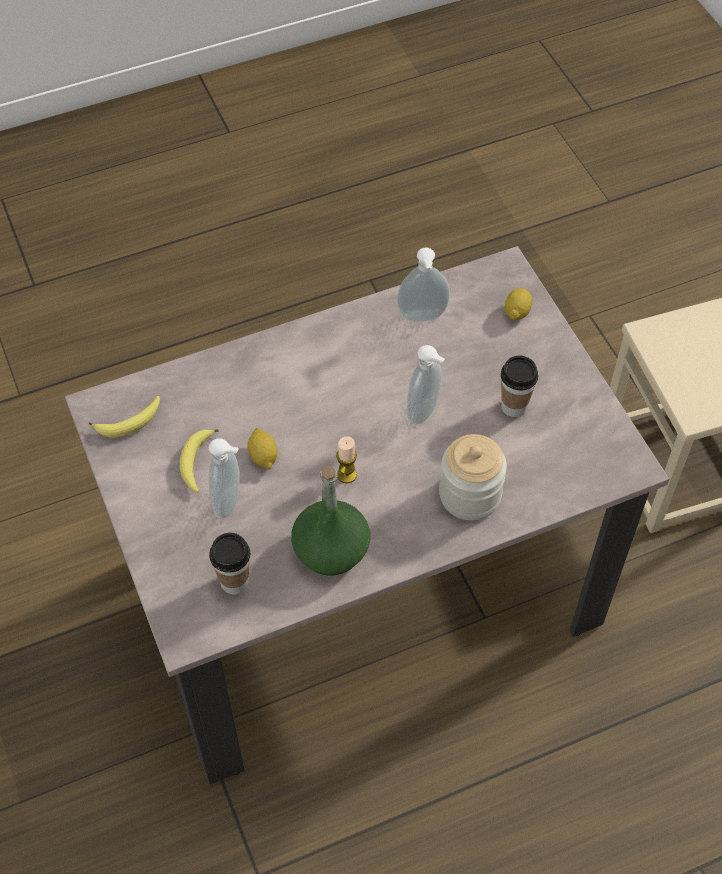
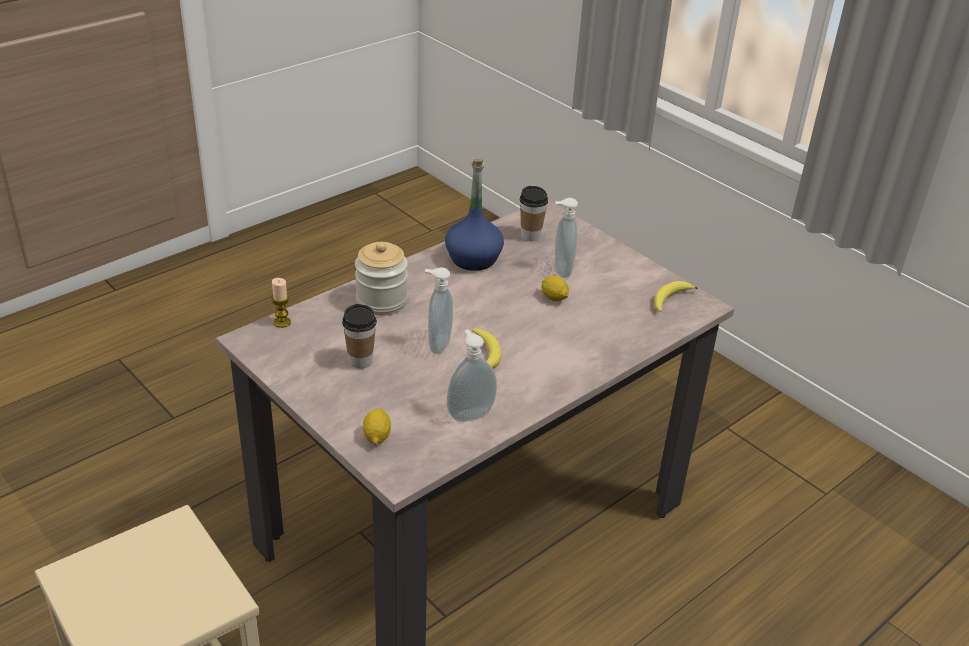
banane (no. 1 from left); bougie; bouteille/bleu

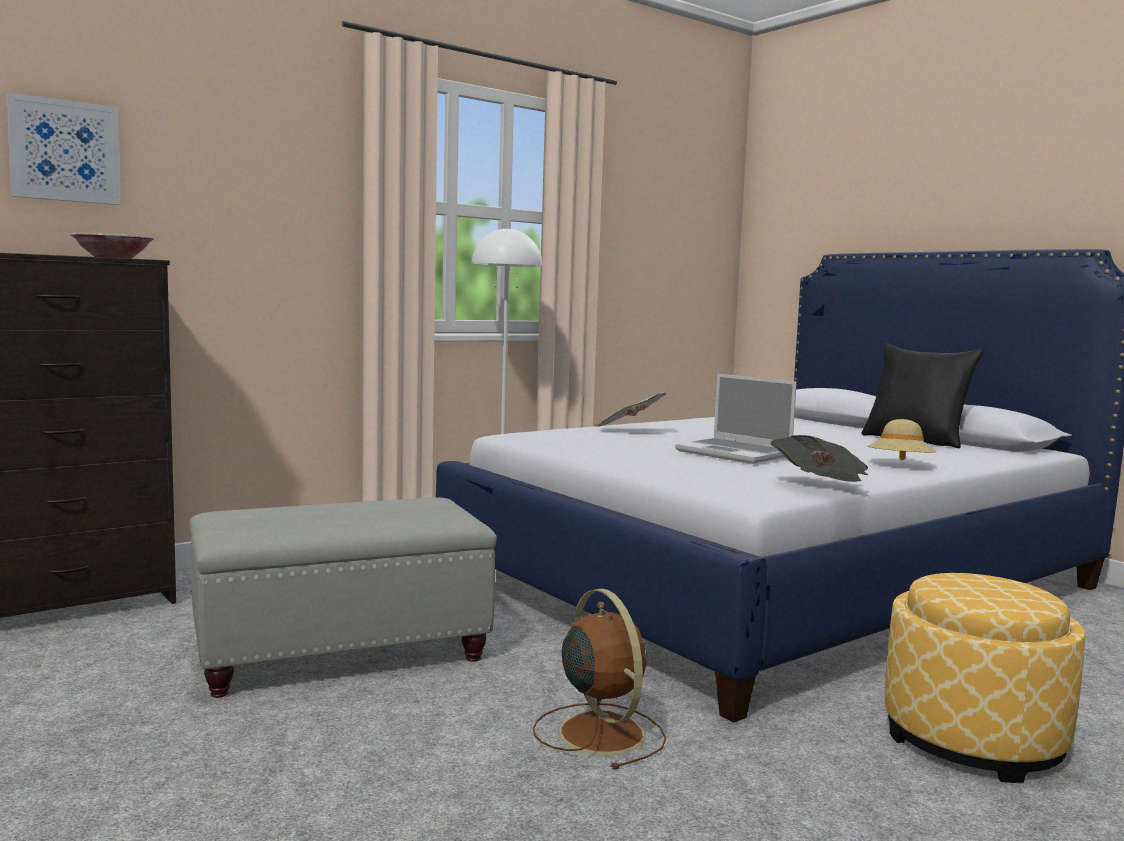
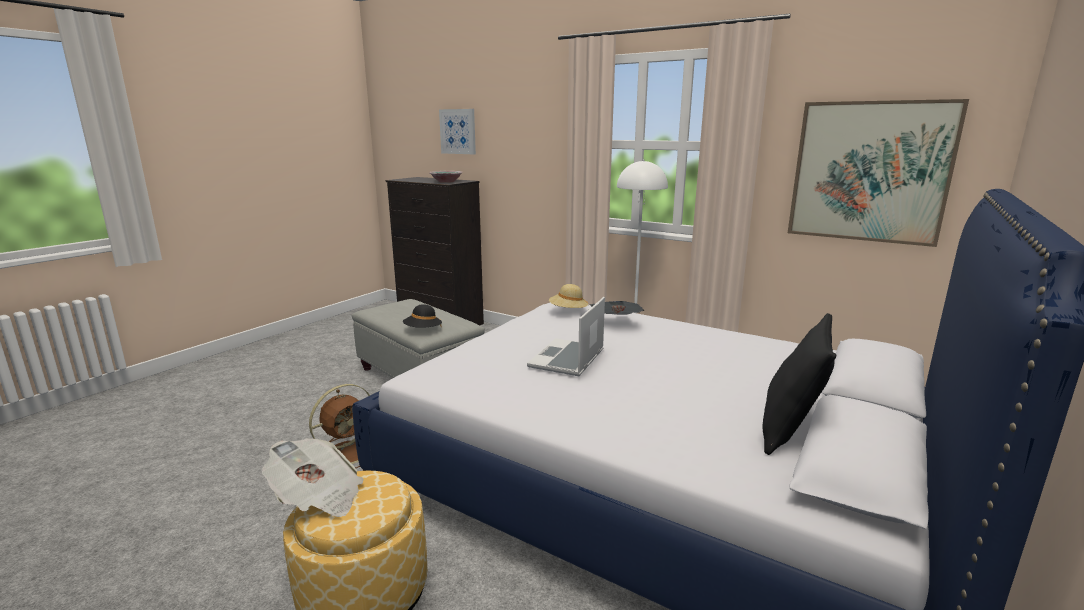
chapeau/beige; journal (no. 1 from left); tableau (no. 2 from left); chapeau/noir

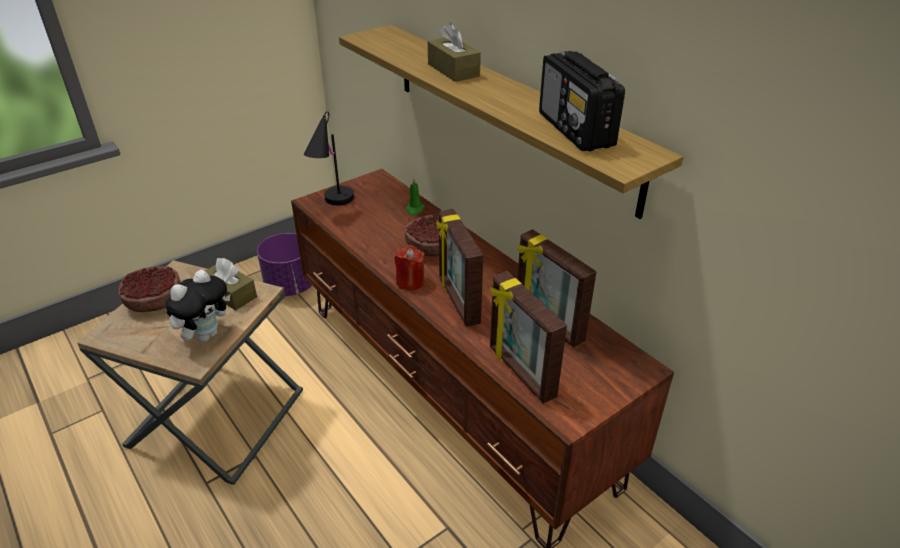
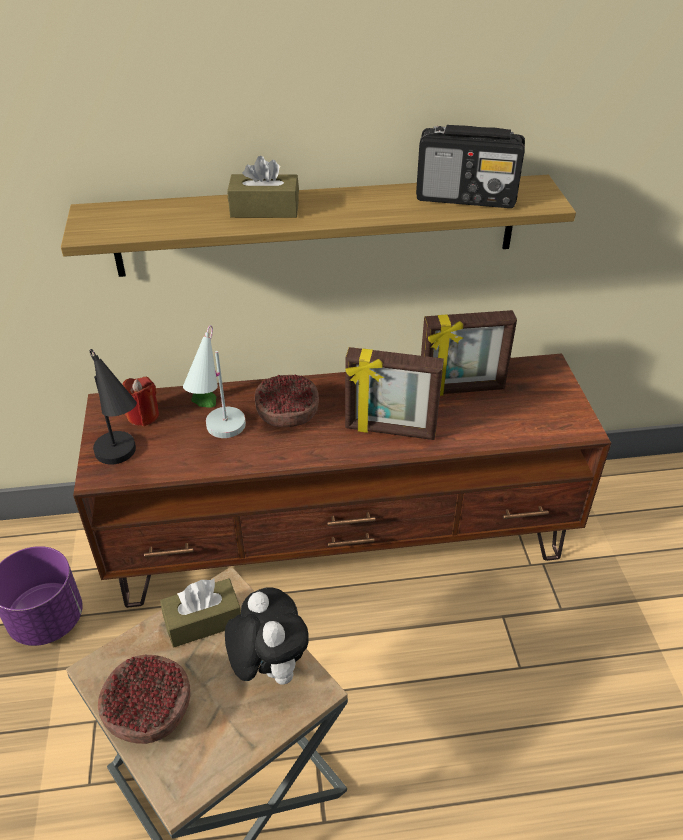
bougie/rouge; cadre photo (no. 2 from left in the first image); lampe de table/blanc

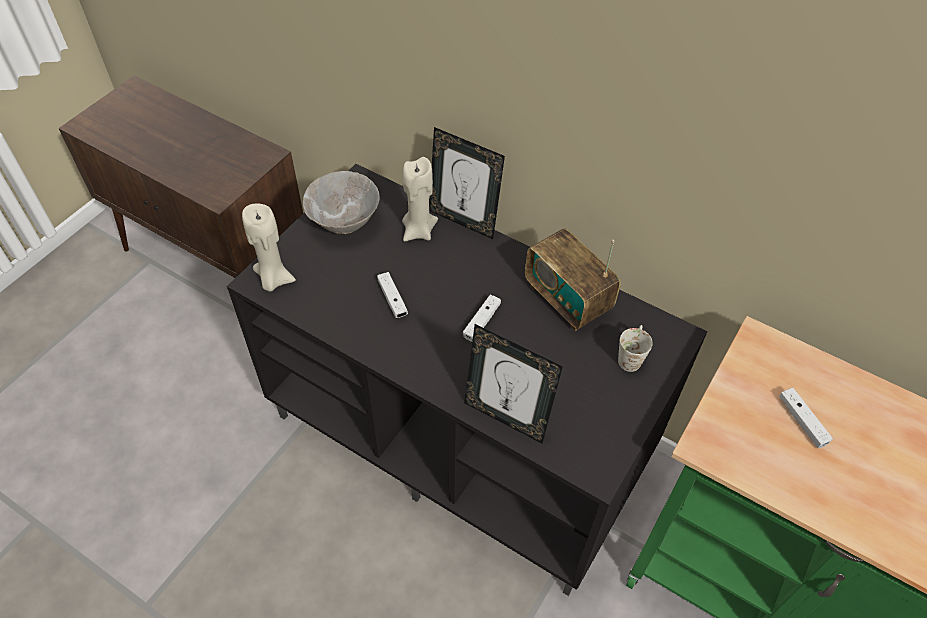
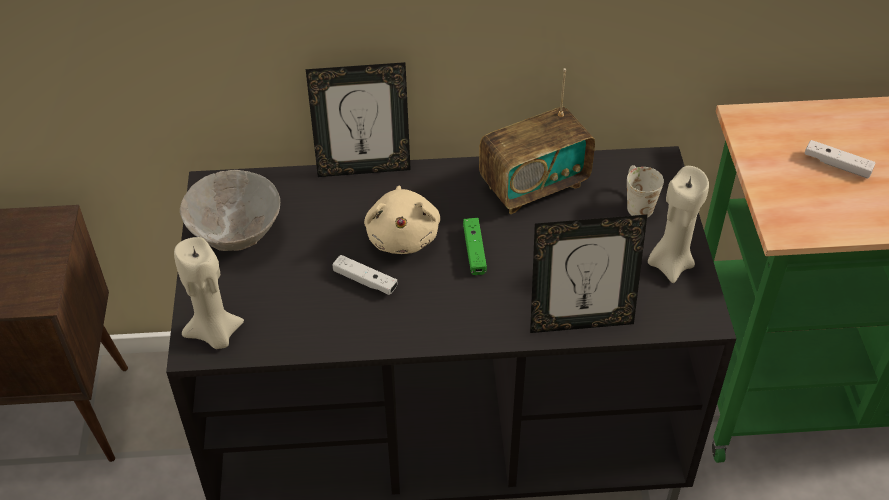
bougie/beige (no. 2 from left); radio; manette/vert; peluche/beige

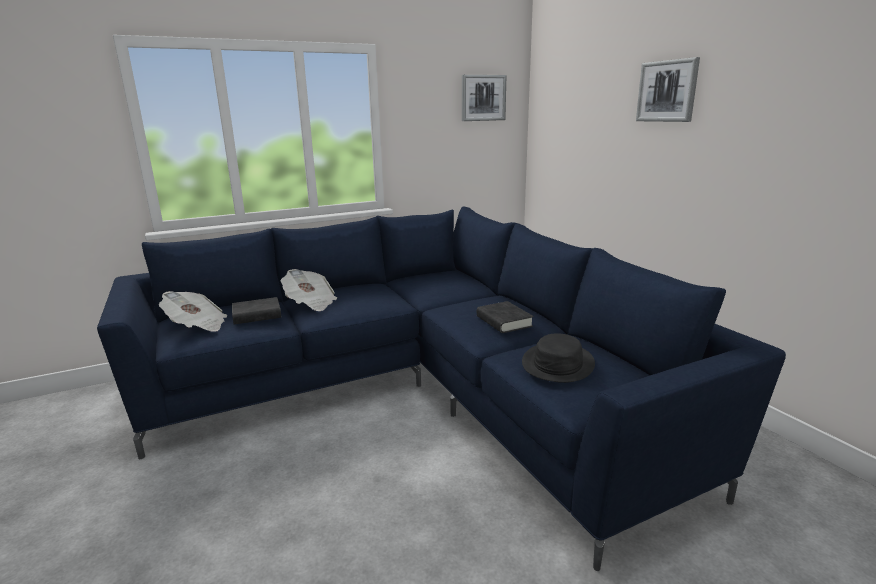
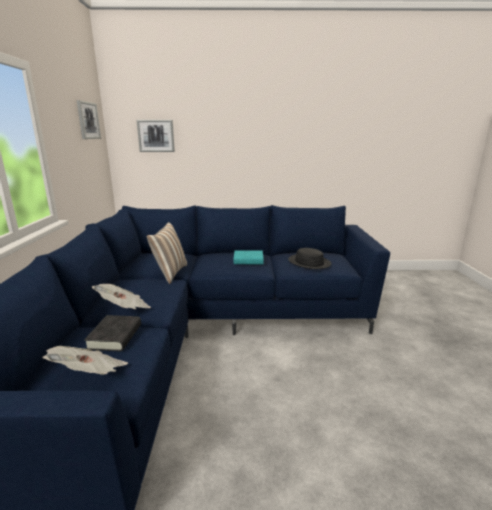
tableau (no. 2 from left); livre/turquoise; coussin

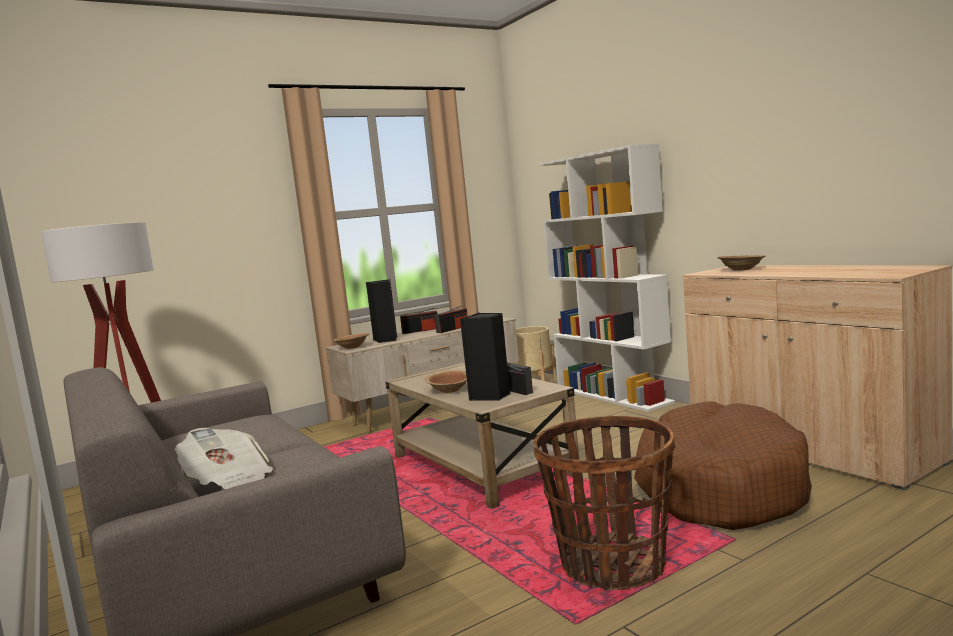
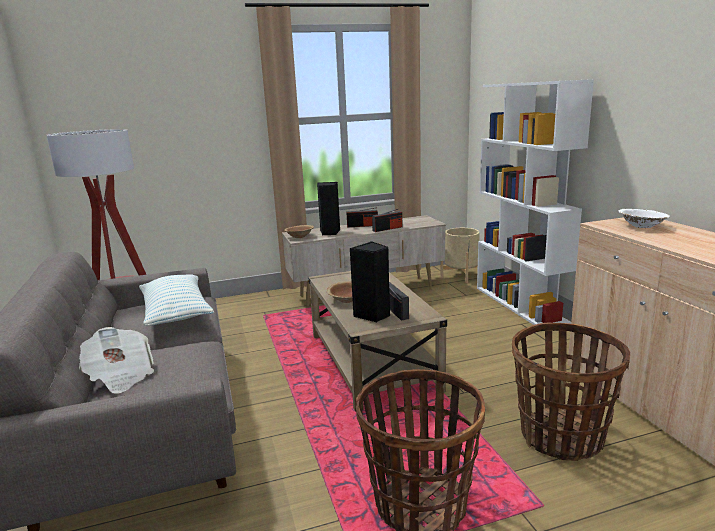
bol/blanc; panier (no. 2 from left); coussin

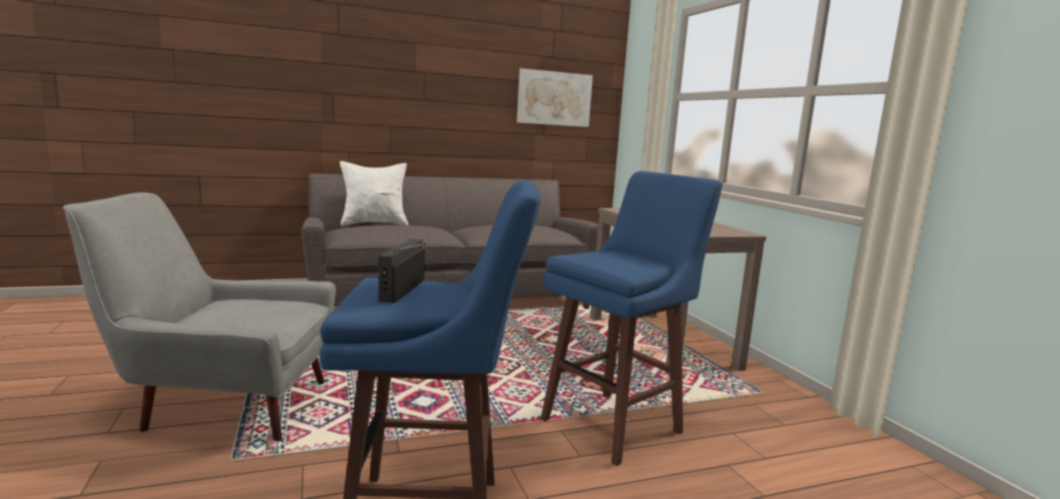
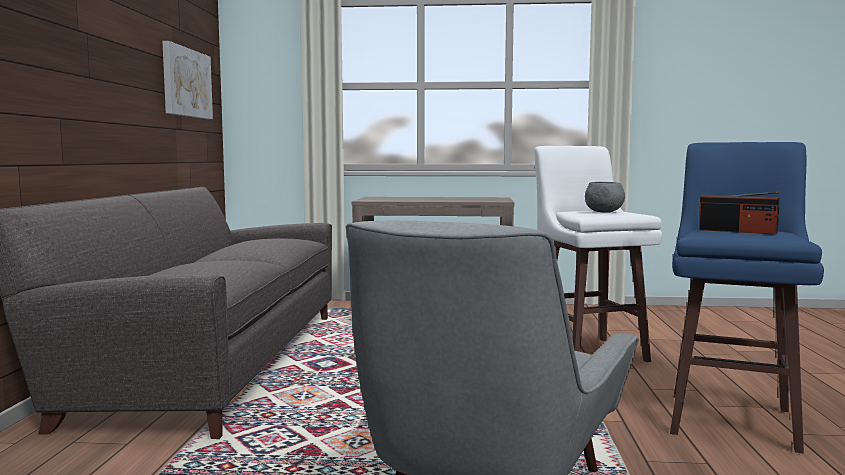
coussin/blanc; tabouret/blanc; bol/gris

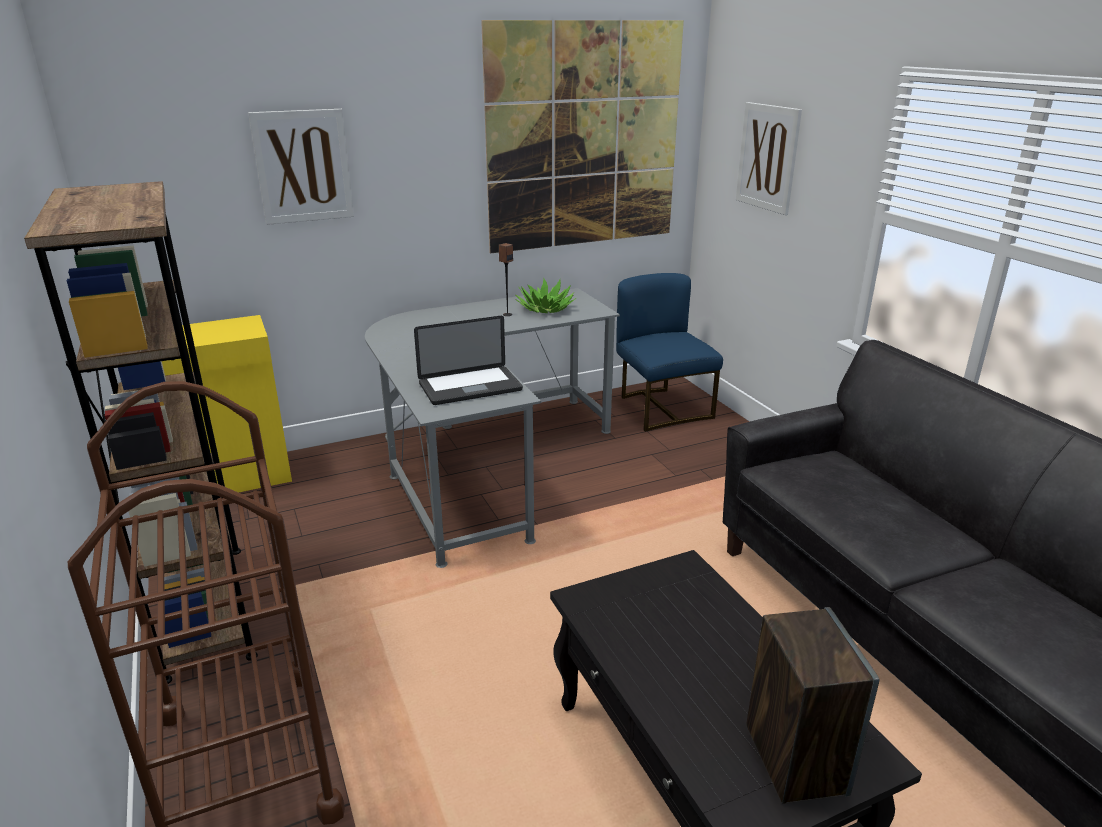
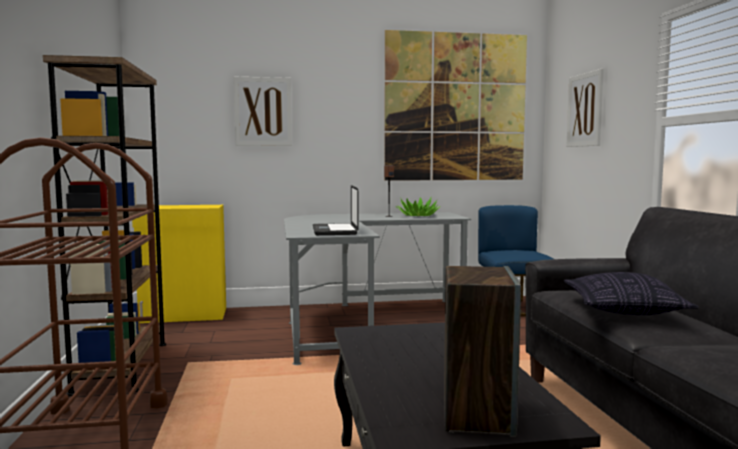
ordinateur portable; coussin

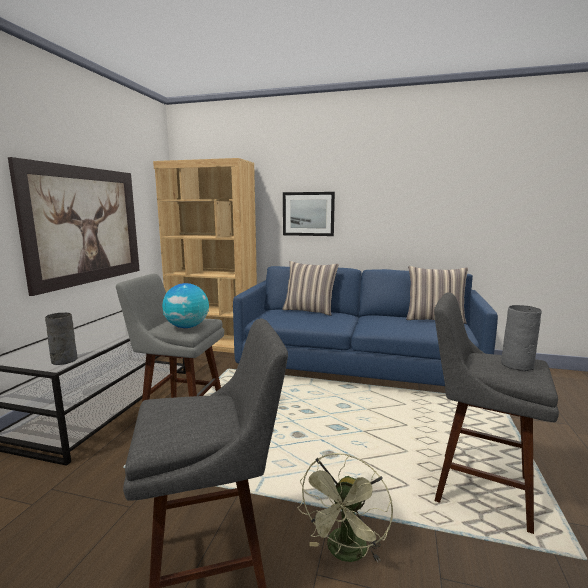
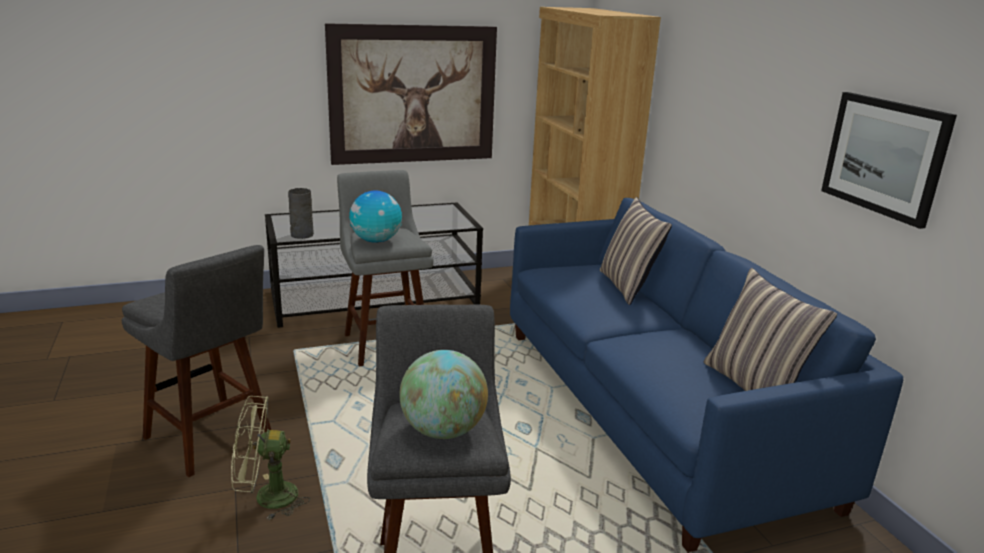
tableau (no. 2 from left); globe (no. 2 from left)

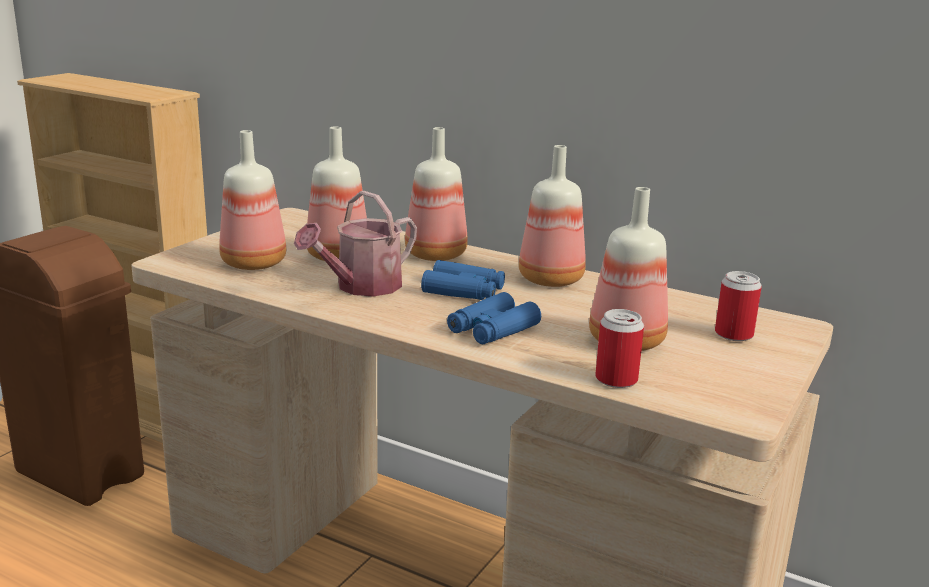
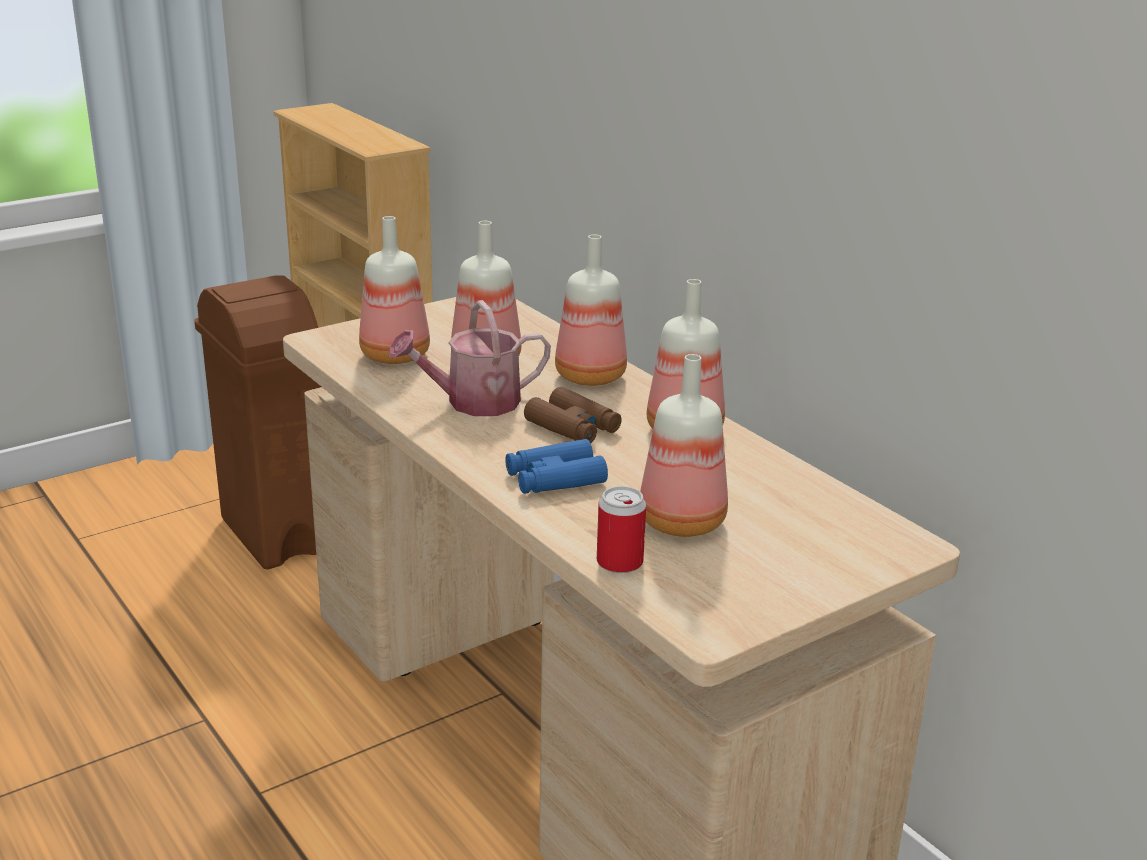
jumelles/marron; boîte métallique (no. 2 from left in the first image)

